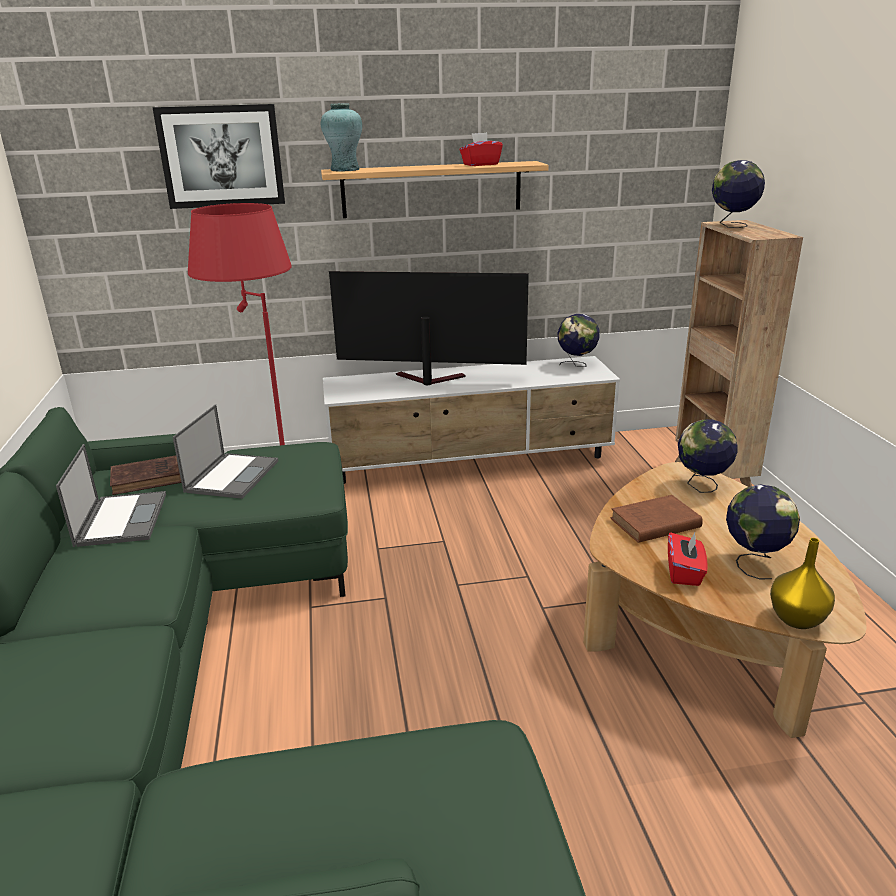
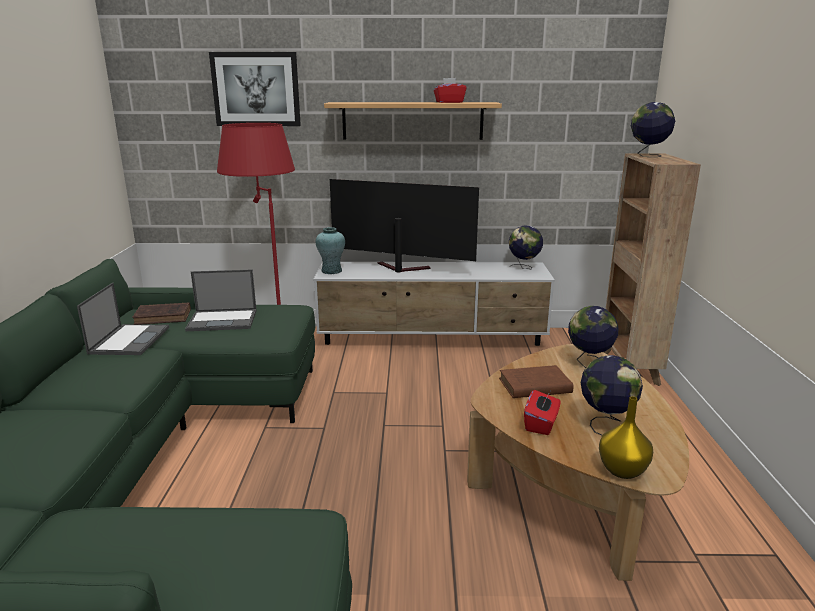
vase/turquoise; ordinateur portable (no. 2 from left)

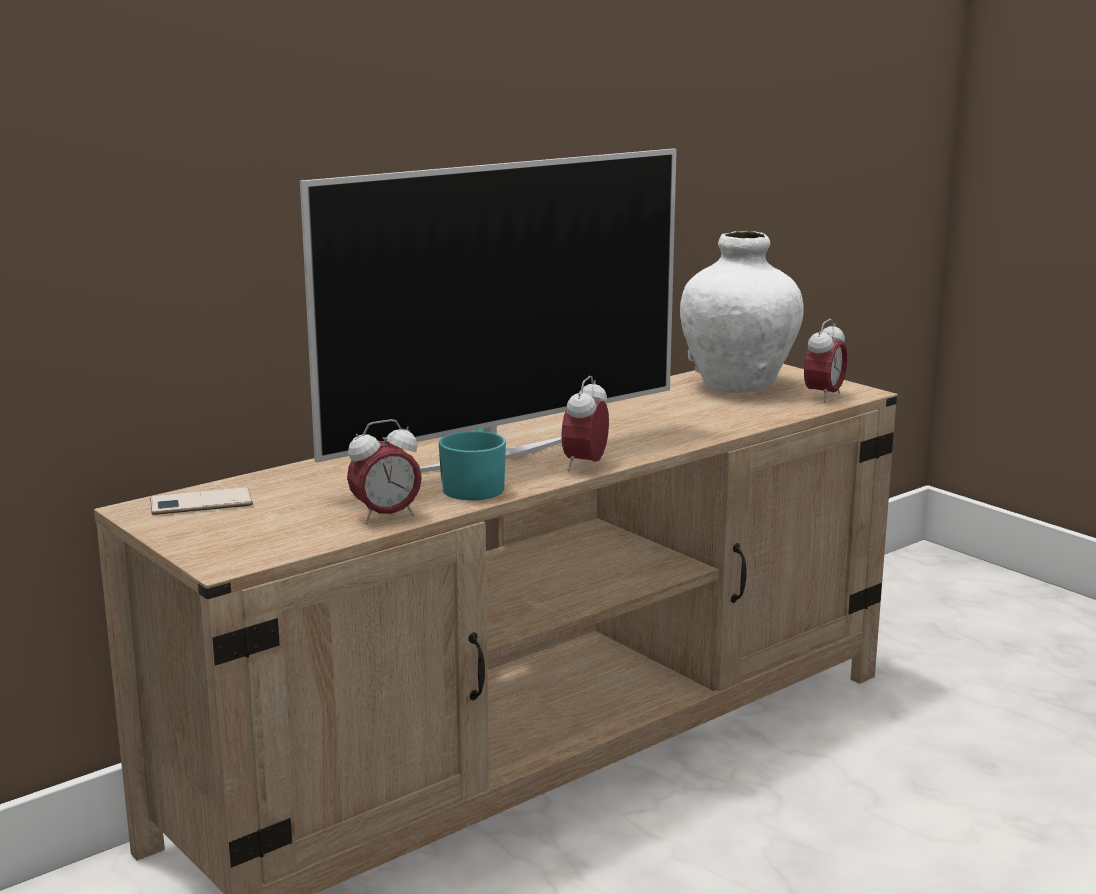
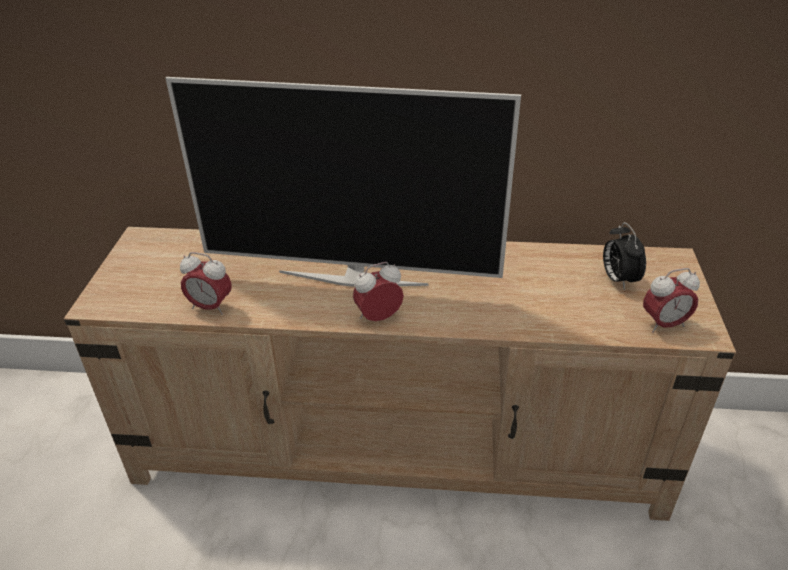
réveil (no. 3 from left); mug/turquoise; téléphone

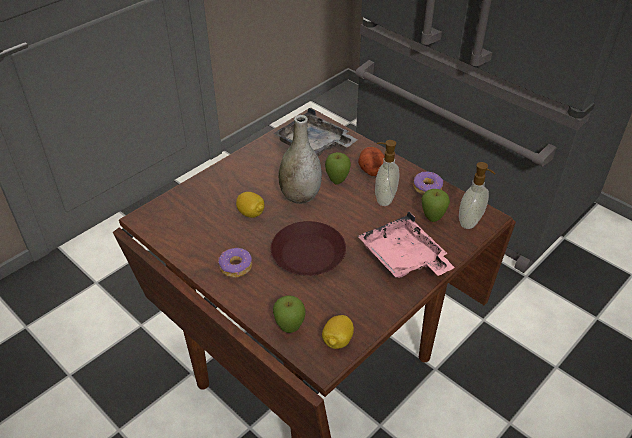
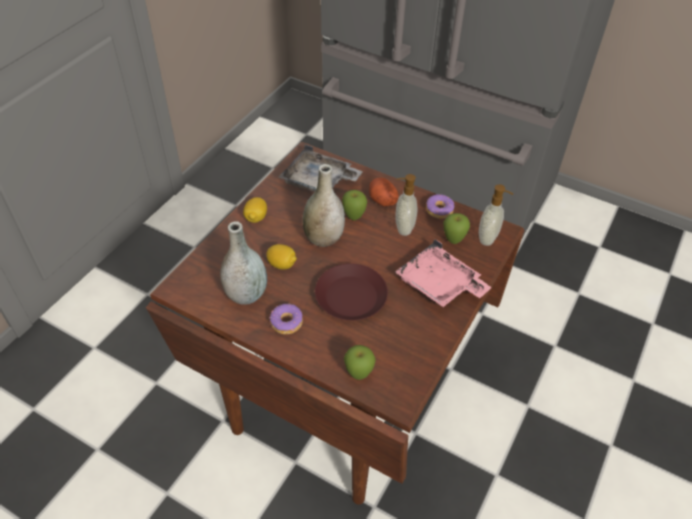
citron (no. 1 from left); vase/gris (no. 1 from left)

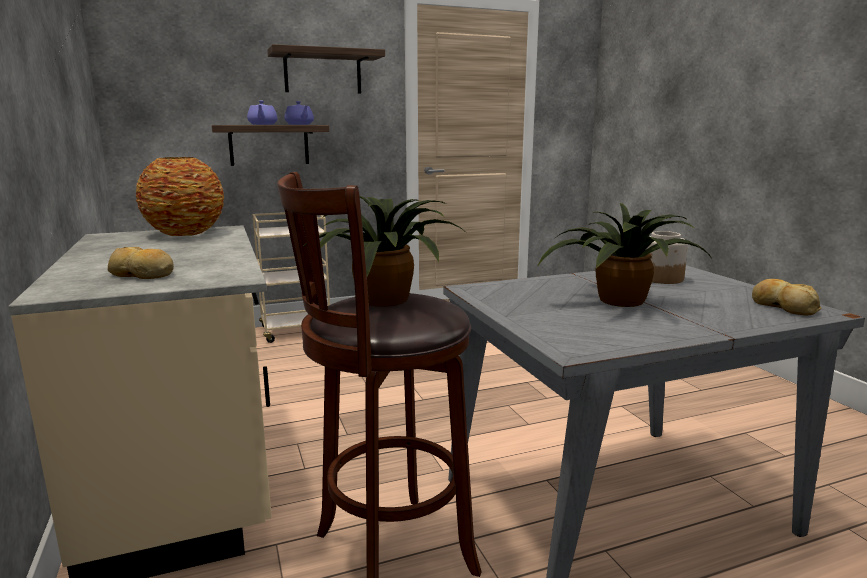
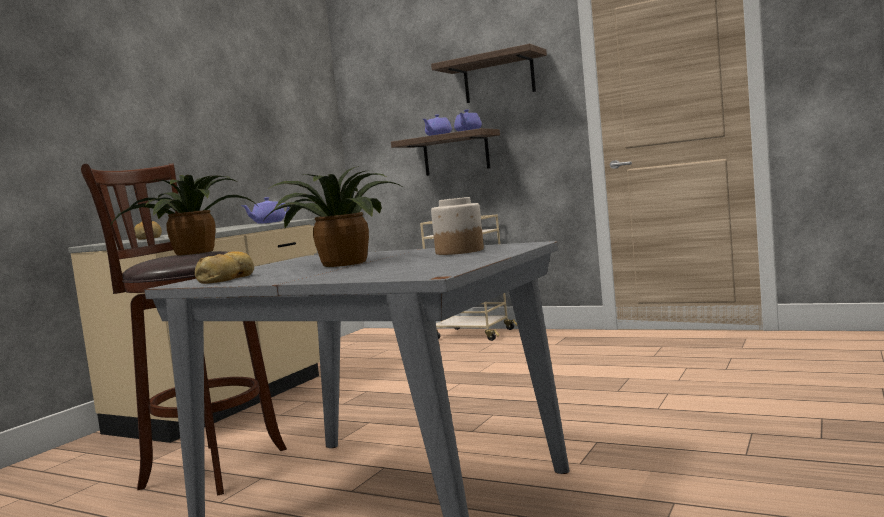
théière/violet (no. 1 from left); pain (no. 2 from left)

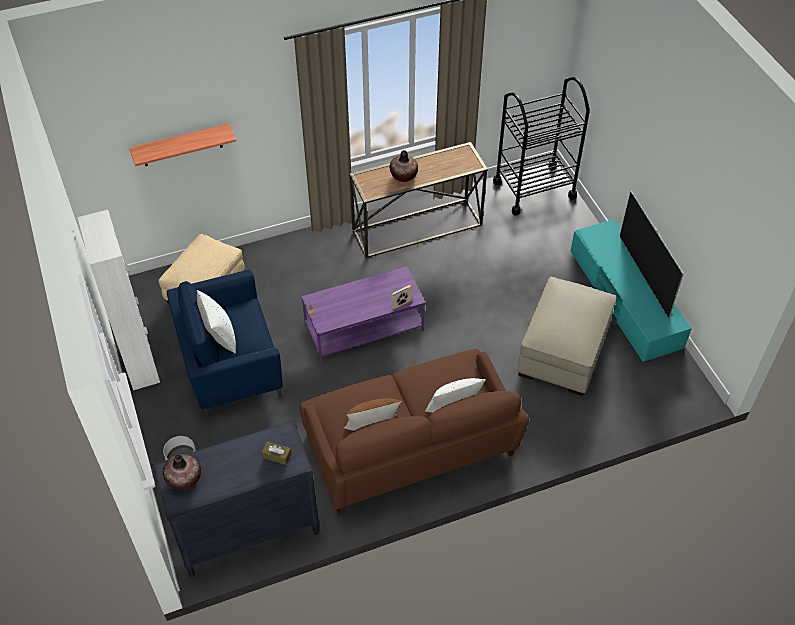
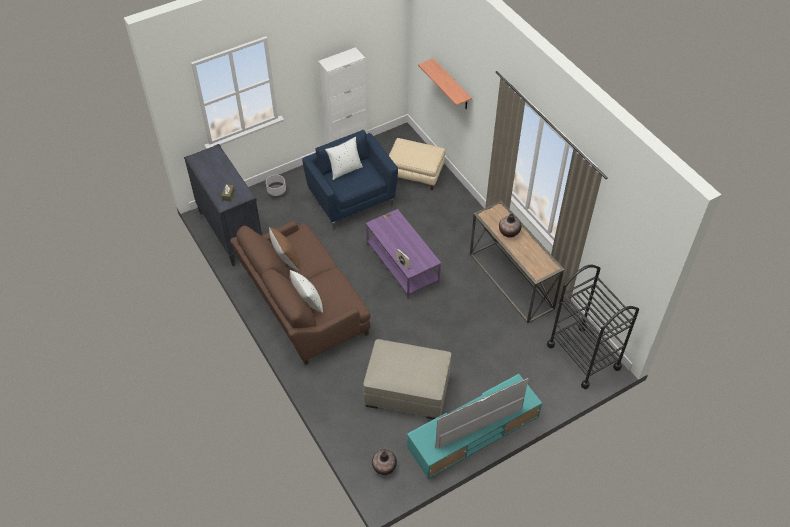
vase (no. 1 from left)

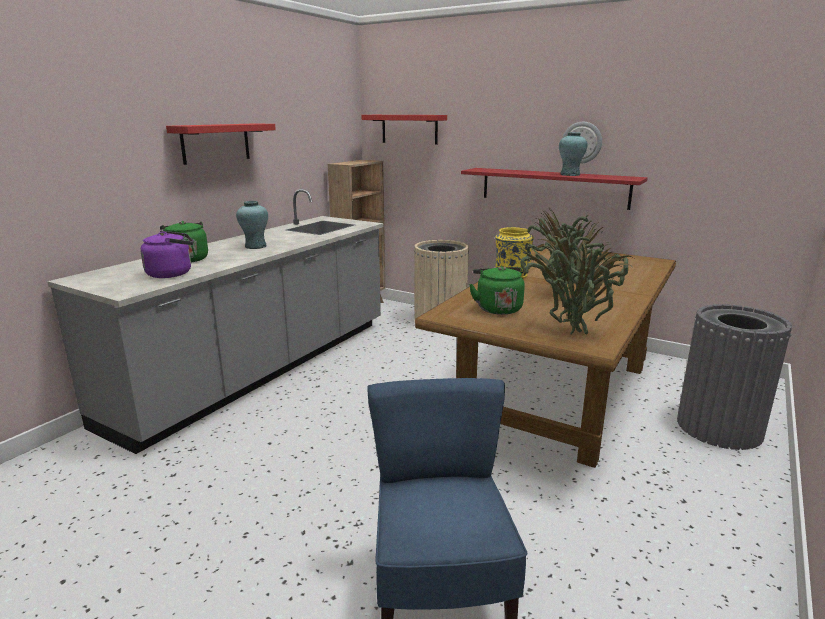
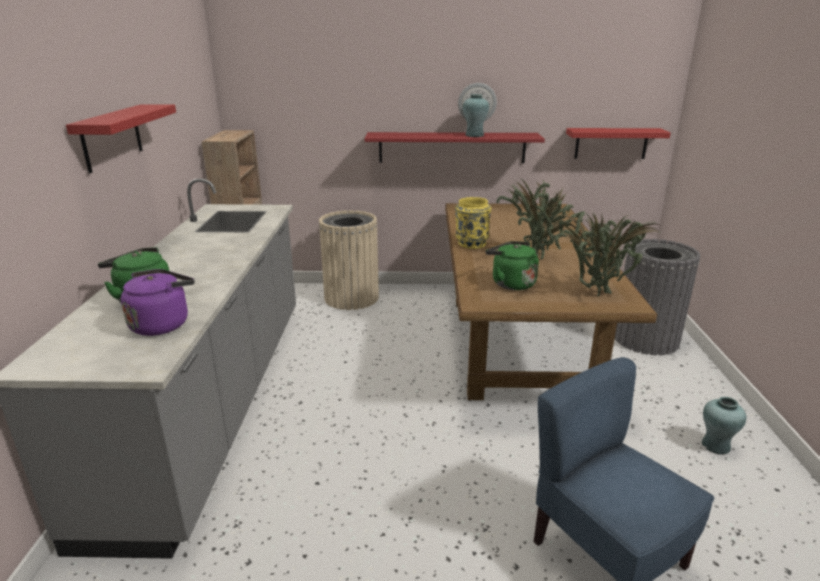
étagère/rouge (no. 3 from left); vase/turquoise (no. 2 from left)

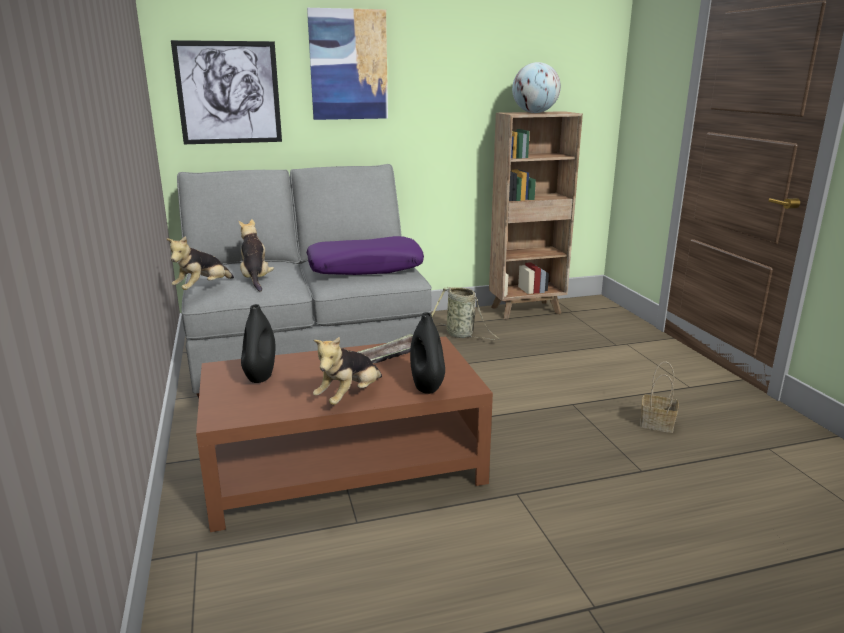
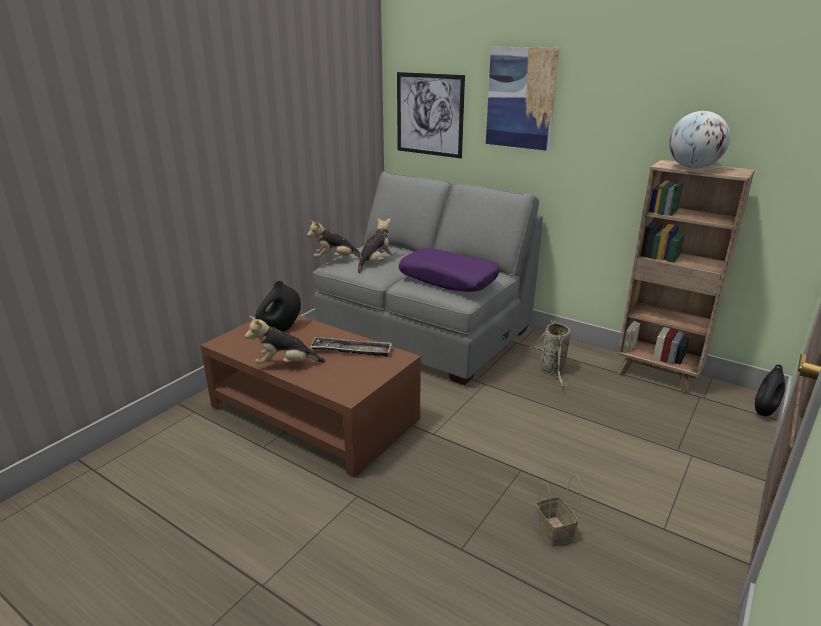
vase/noir (no. 2 from left)

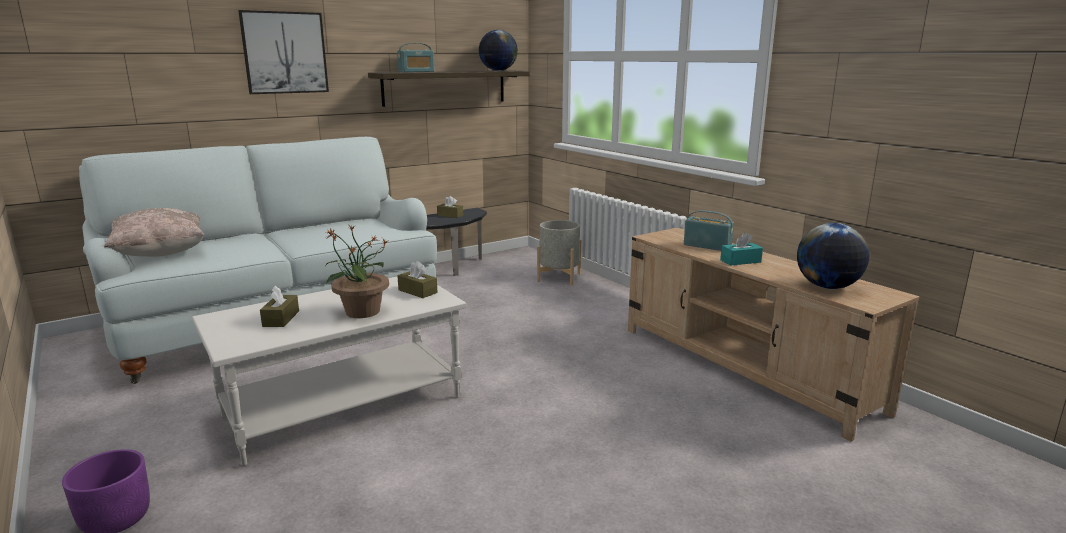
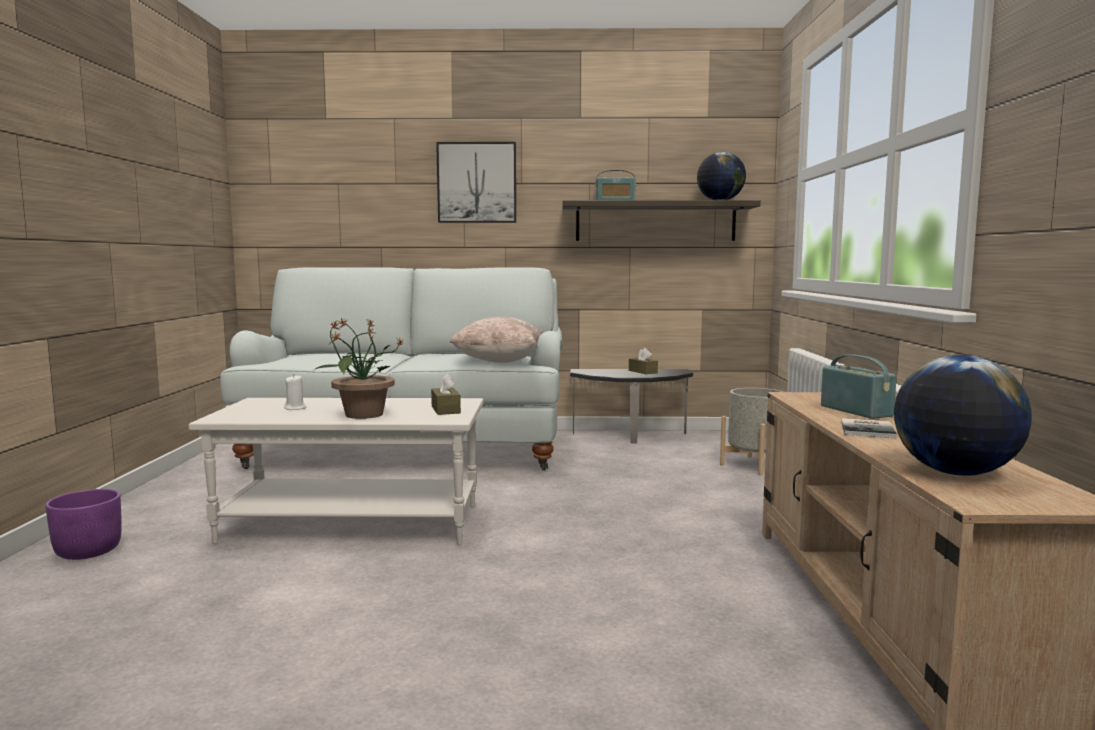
coussin/beige; livre; bougie/blanc

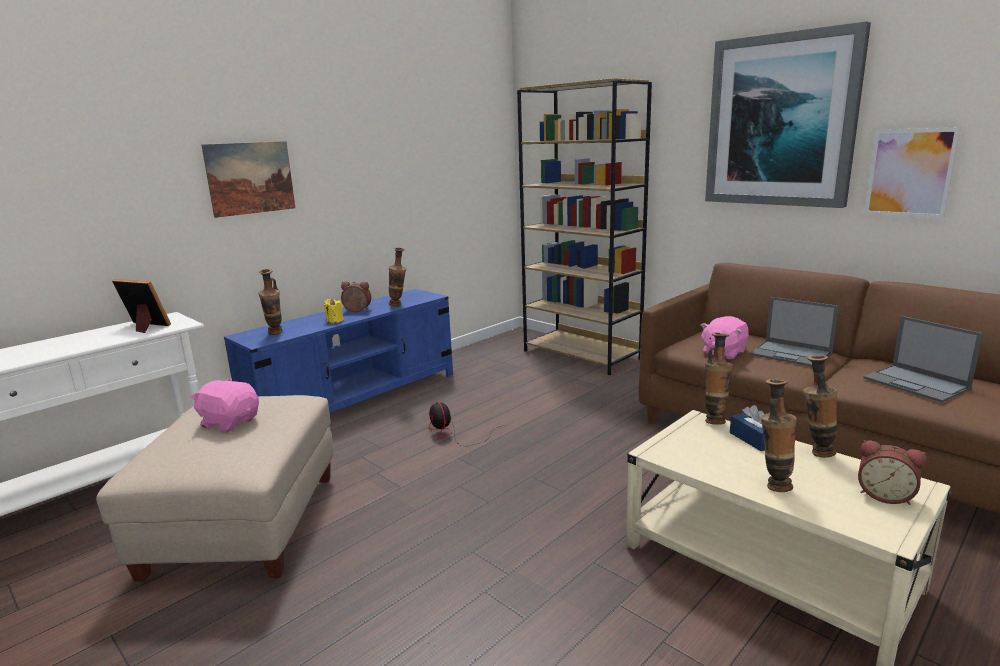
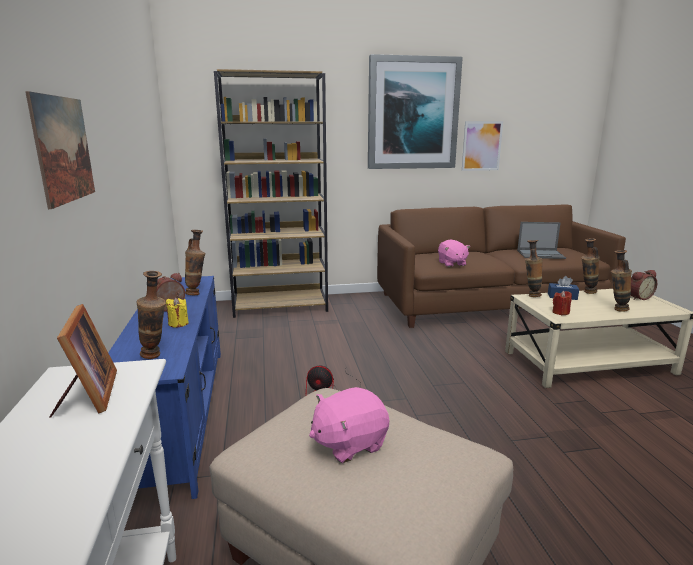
cadre photo; ordinateur portable (no. 1 from left in the first image); bougie/rouge

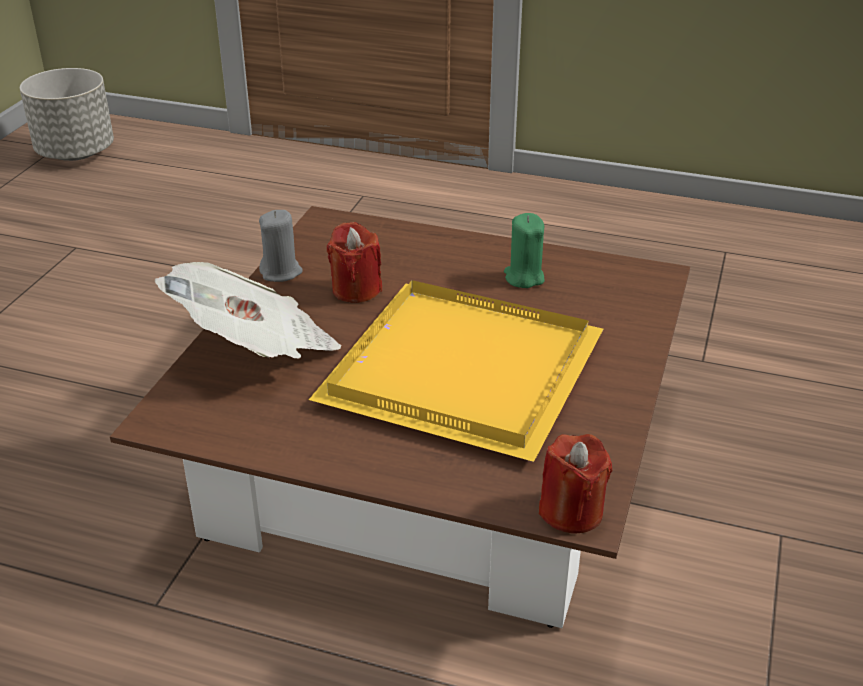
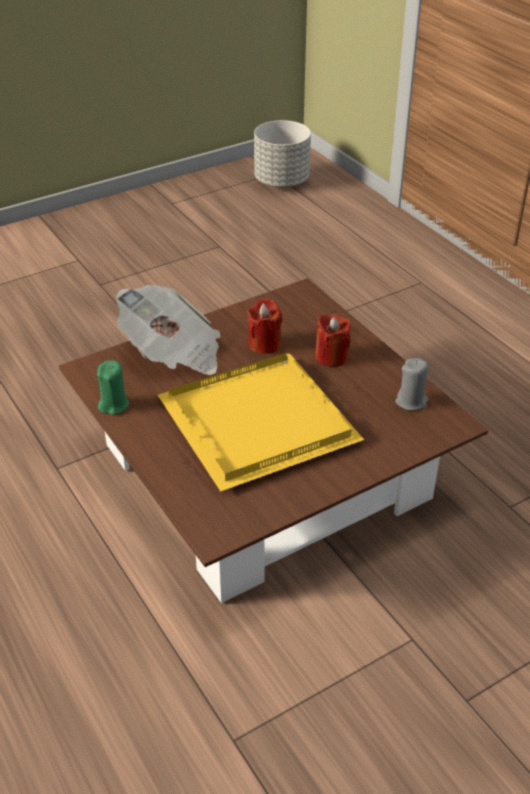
bougie/gris; bougie/vert; bougie/rouge (no. 2 from left)

